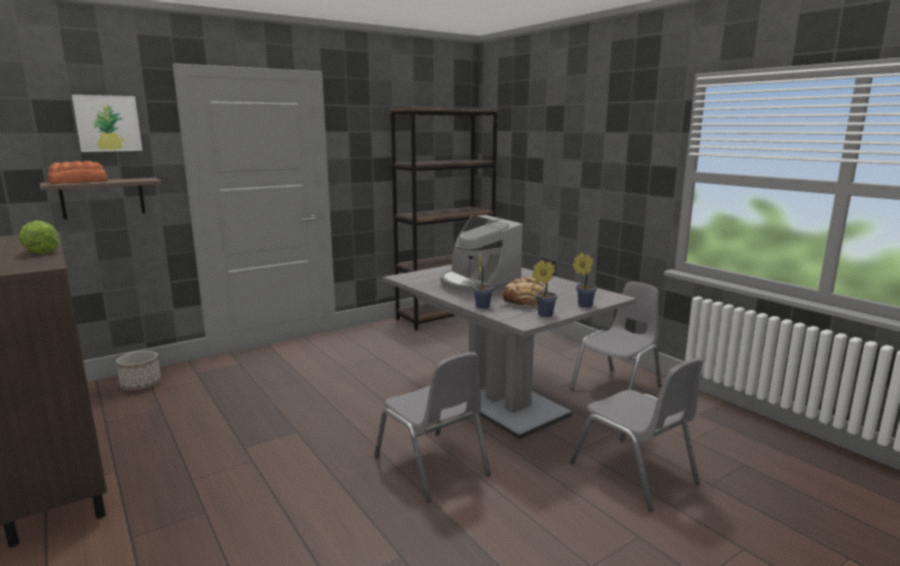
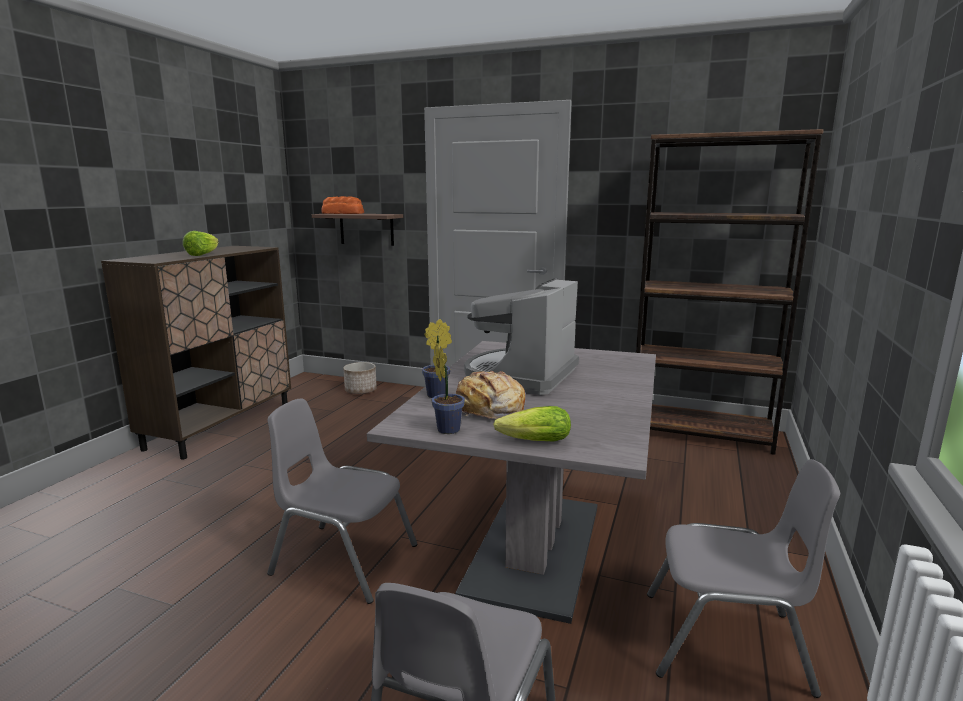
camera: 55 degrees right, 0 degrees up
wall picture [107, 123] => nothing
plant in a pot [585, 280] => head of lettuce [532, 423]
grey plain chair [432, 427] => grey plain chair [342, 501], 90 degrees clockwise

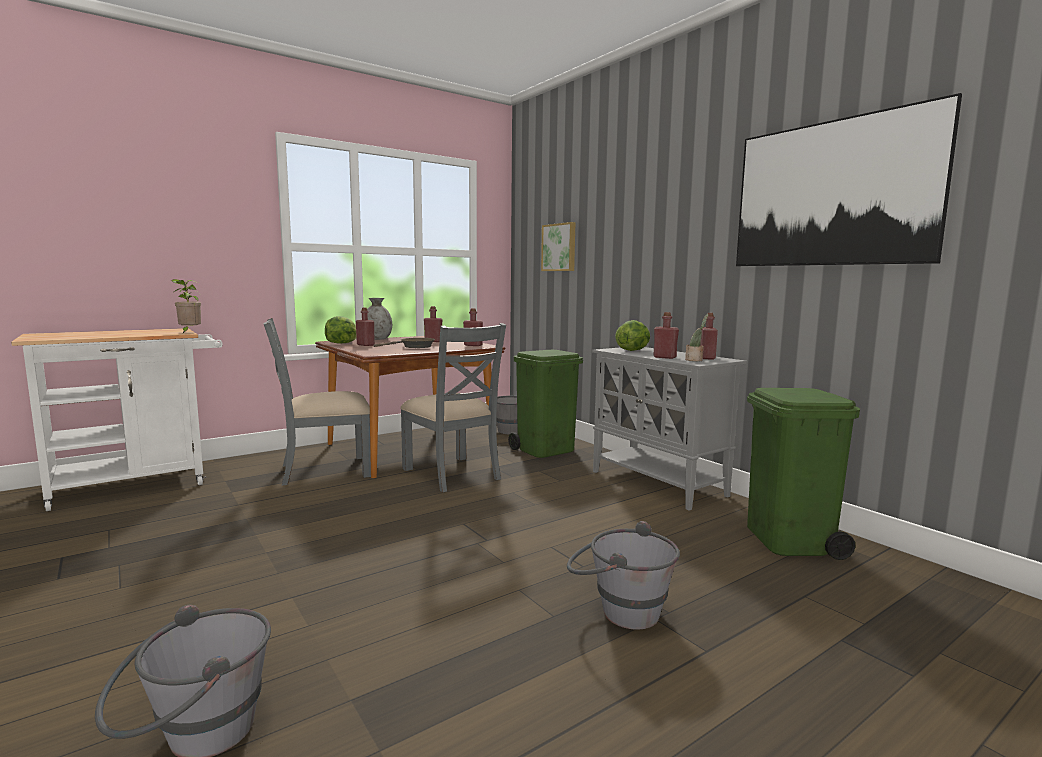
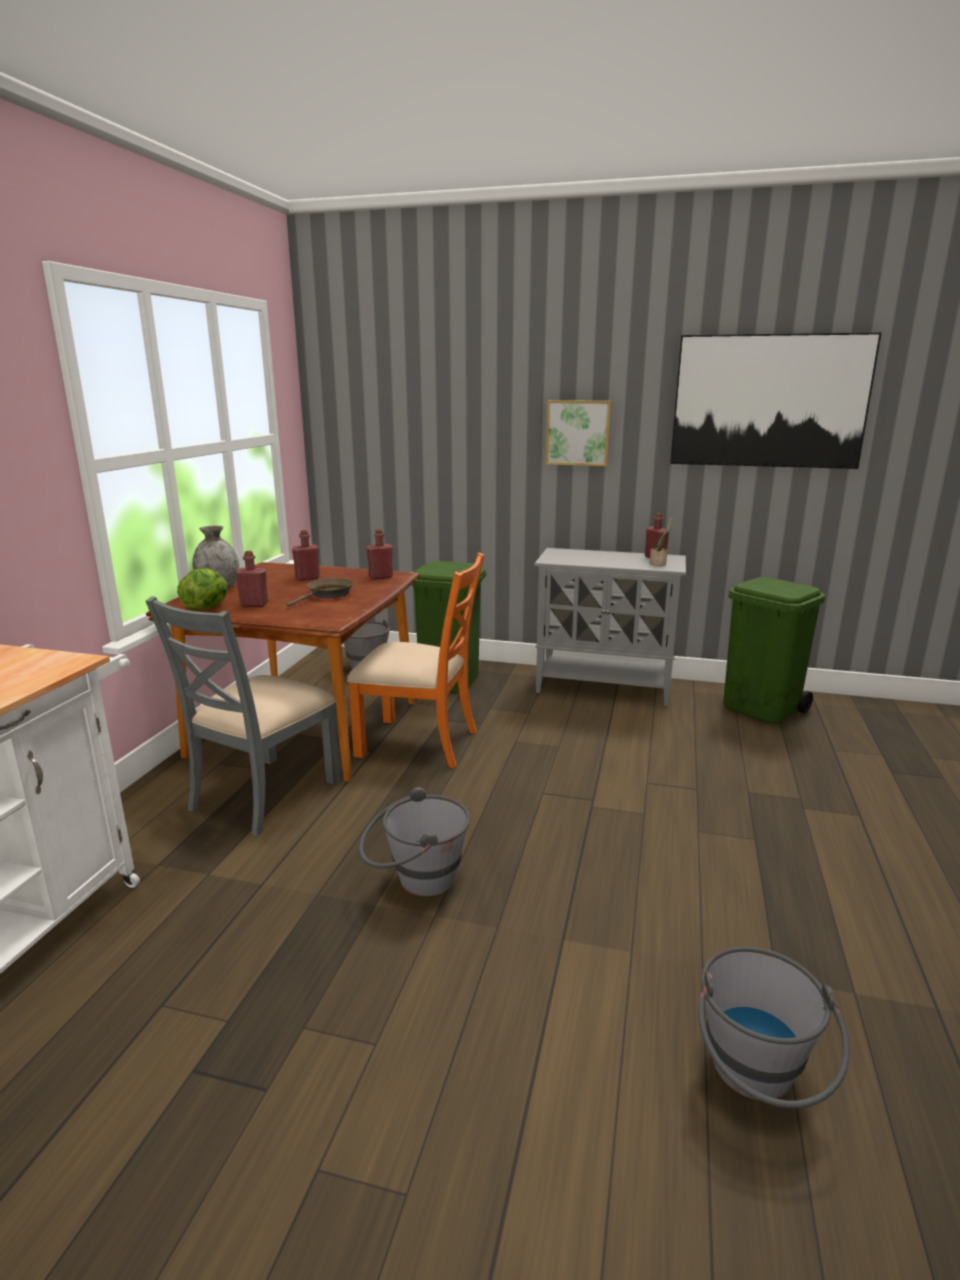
camera: 40 degrees left, 10 degrees up
plant in a pot [186, 306] => nothing
head of lettuce [632, 335] => nothing
red-coloured beverage bottle [666, 335] => nothing
wall picture [558, 246] => wall picture [578, 433], moved
grey bucket [623, 575] => grey bucket [414, 842], moved
grey plain chair [453, 407] => orangey plain chair [416, 660]

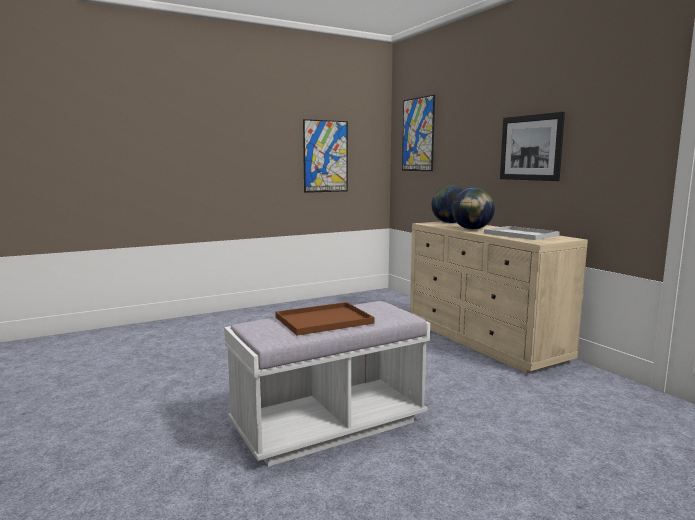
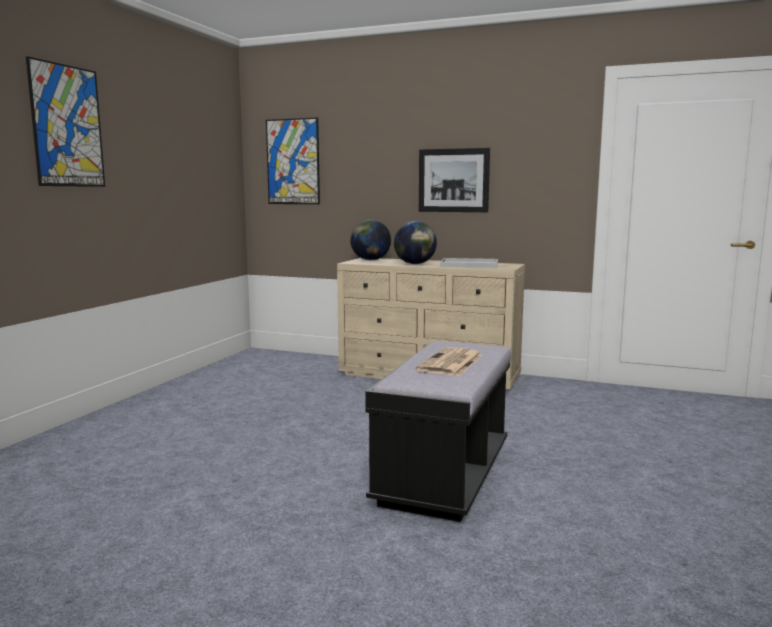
camera: 40 degrees left, 0 degrees up
wall picture [325, 156] => wall picture [65, 121], moved
brownish serving tray [325, 319] => printed paper [449, 361]
whitish long seat [327, 384] => black-coloured long seat [438, 431]

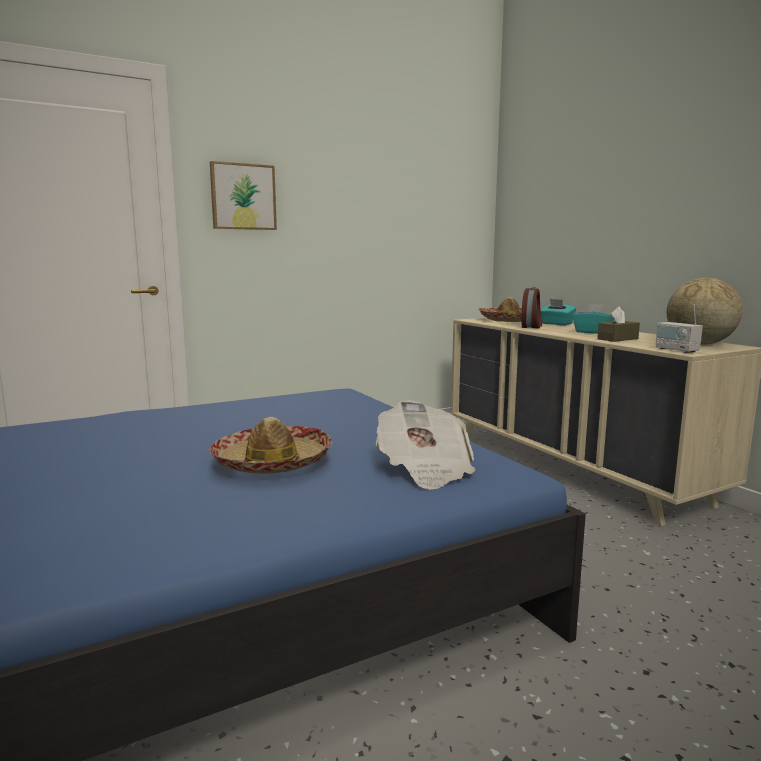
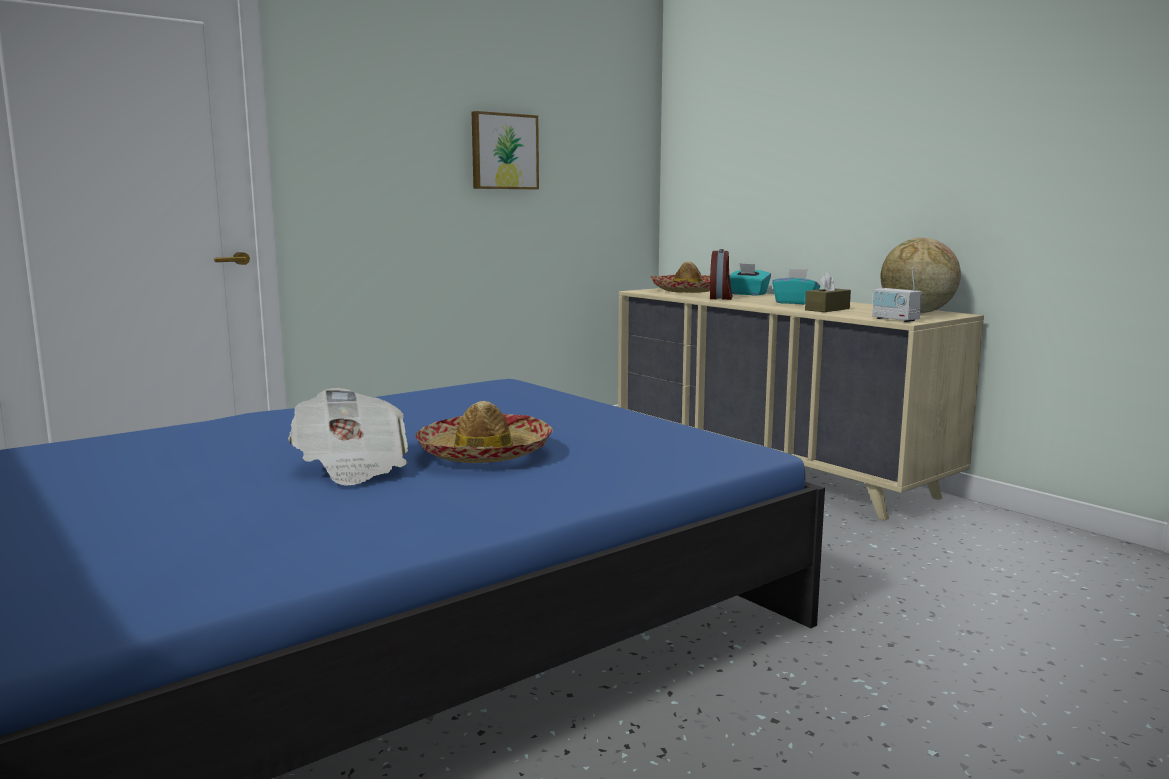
camera: 10 degrees left, 0 degrees up
wall picture [243, 195] => wall picture [505, 150], moved
printed paper [425, 445] => printed paper [348, 437], moved

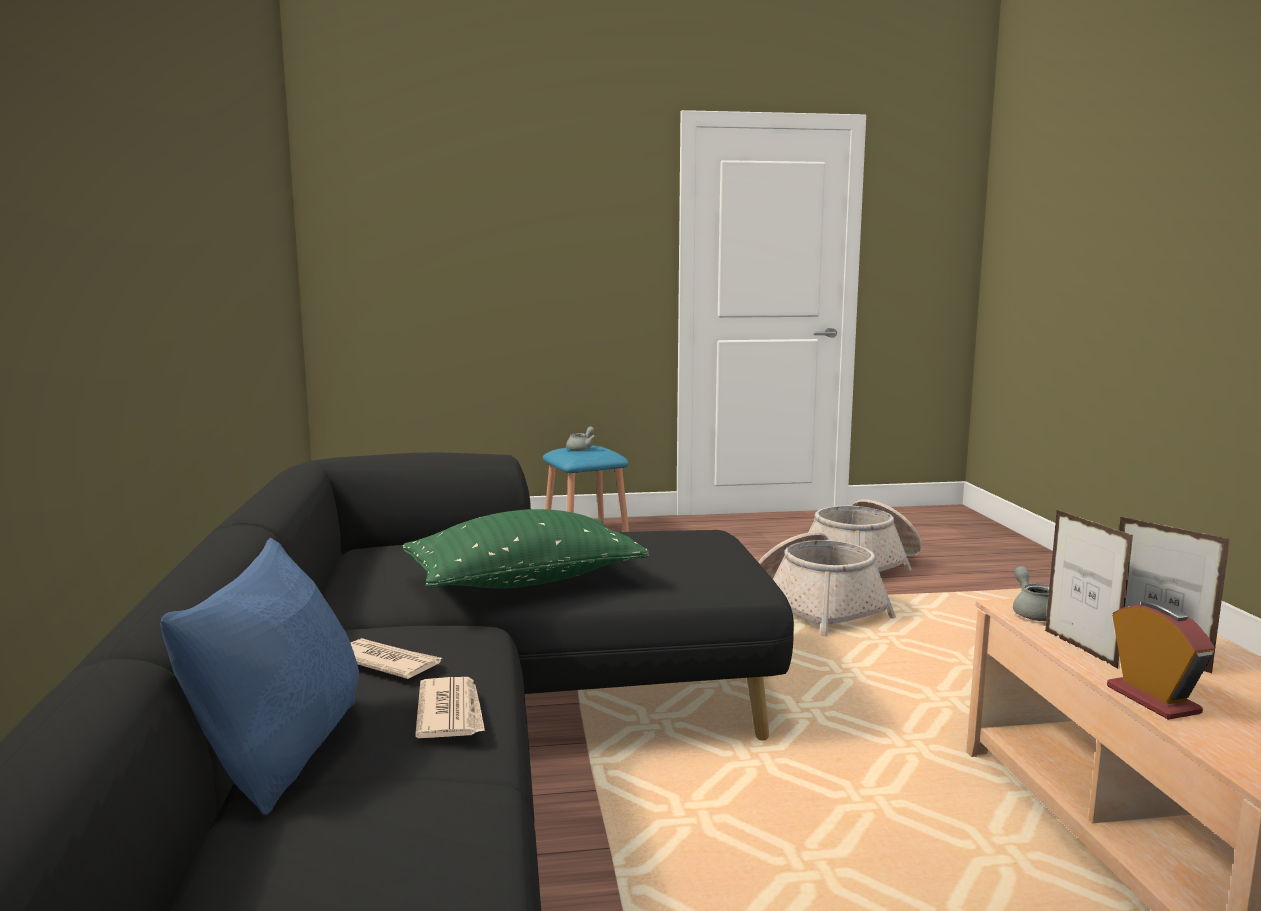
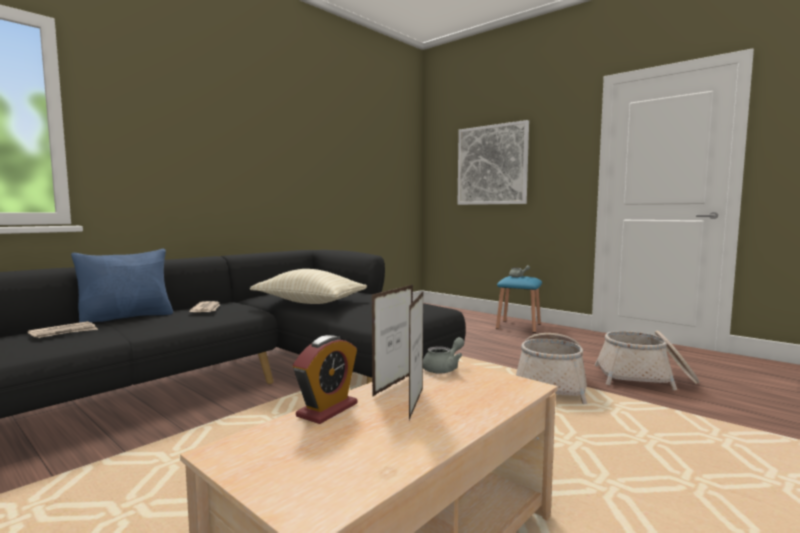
camera: 50 degrees right, 5 degrees down
nothing => wall picture [493, 162]
printed paper [450, 707] => printed paper [63, 329], moved
green throw pillow [526, 548] => beige-coloured throw pillow [308, 286]

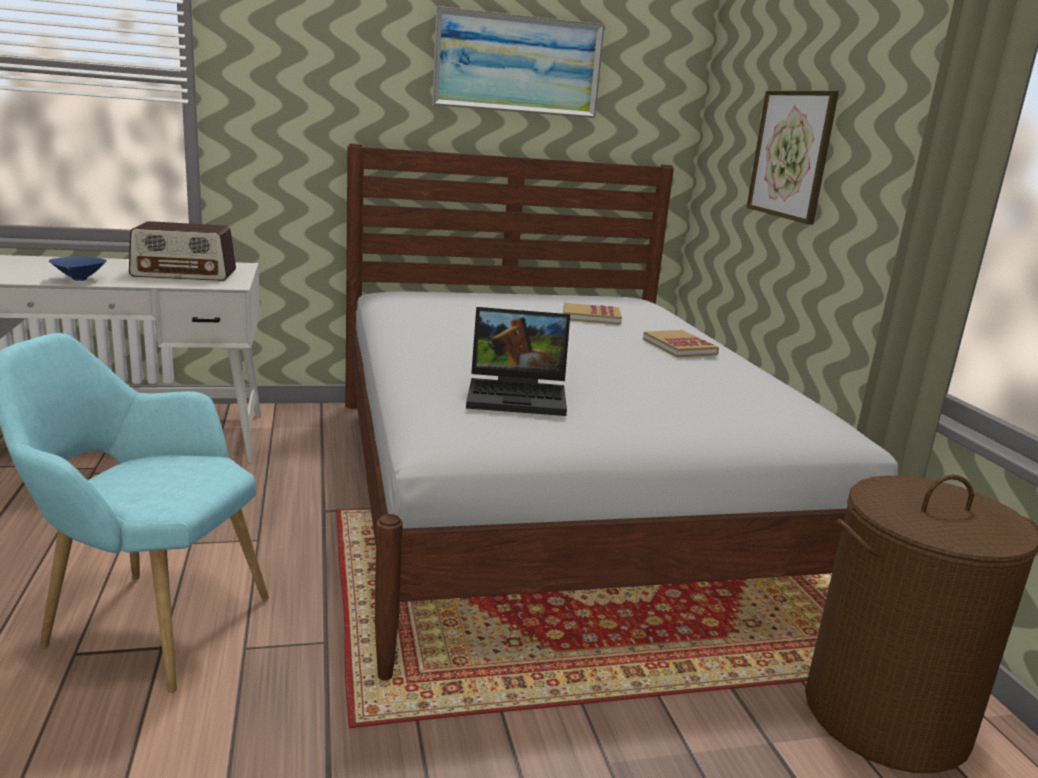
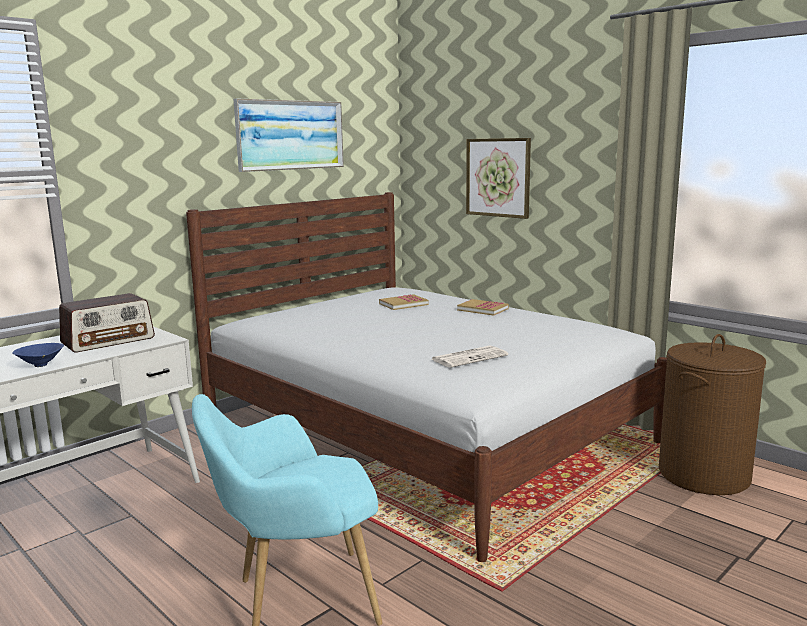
camera: 30 degrees left, 5 degrees down
laptop [518, 361] => printed paper [469, 356]

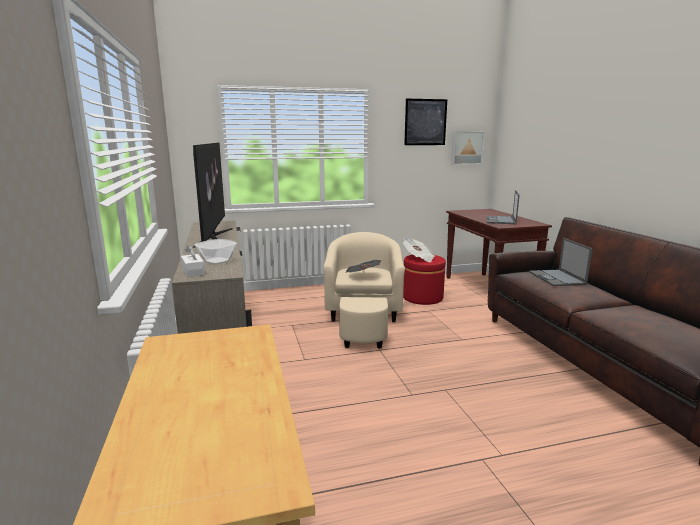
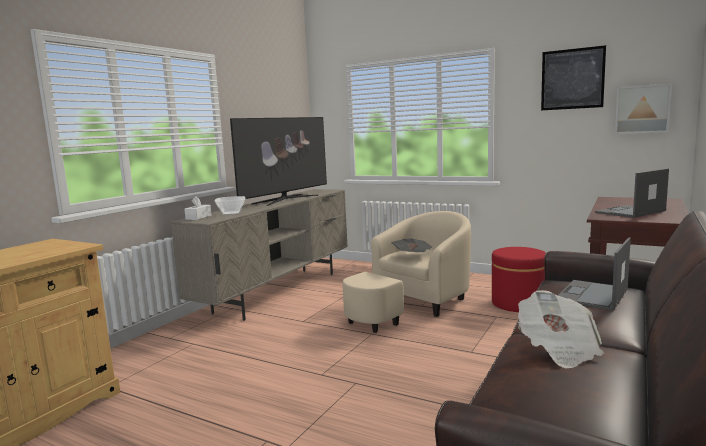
camera: 45 degrees right, 5 degrees down
printed paper [419, 250] => printed paper [561, 329], moved

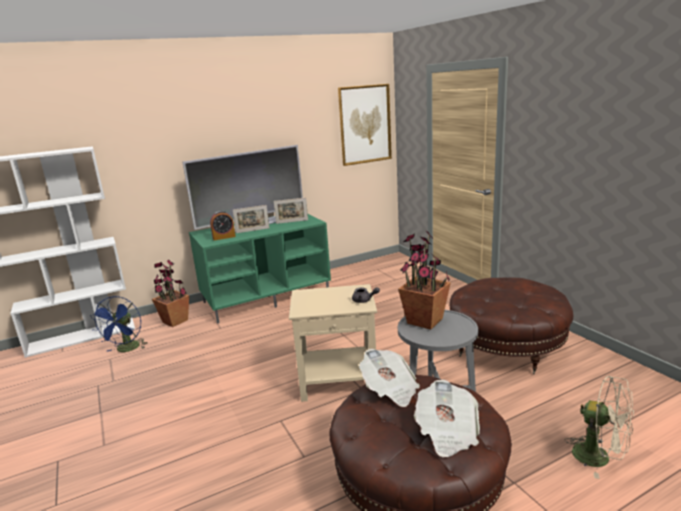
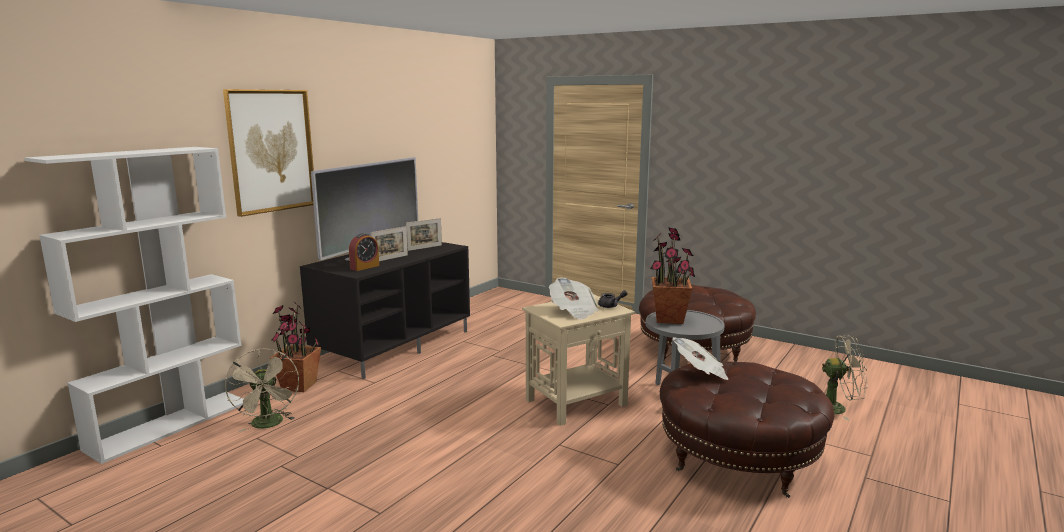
camera: 30 degrees left, 5 degrees down
wall picture [365, 125] => wall picture [268, 153], moved
printed paper [447, 419] => printed paper [574, 298], moved
blue cooling fan [118, 324] => beige-coloured cooling fan [262, 390]
green tv unit [260, 268] => black-coloured tv unit [385, 310]

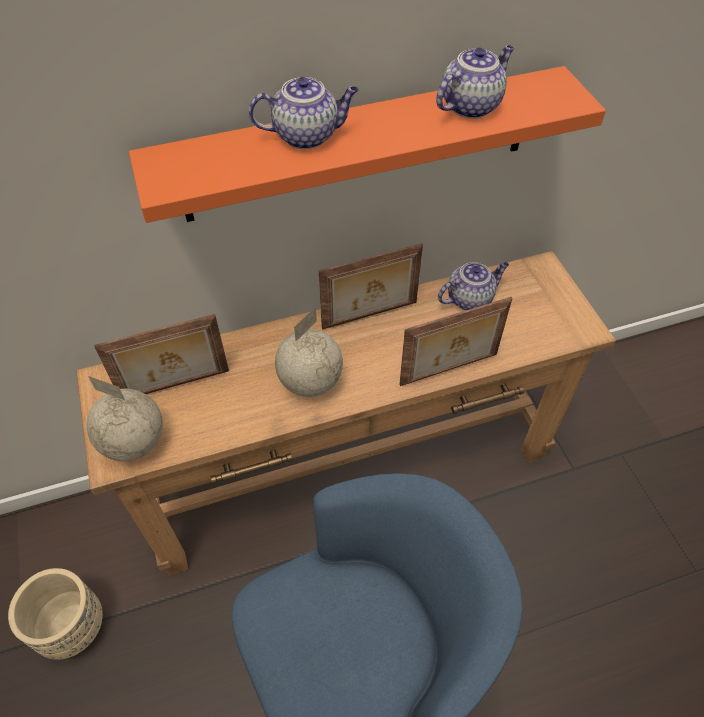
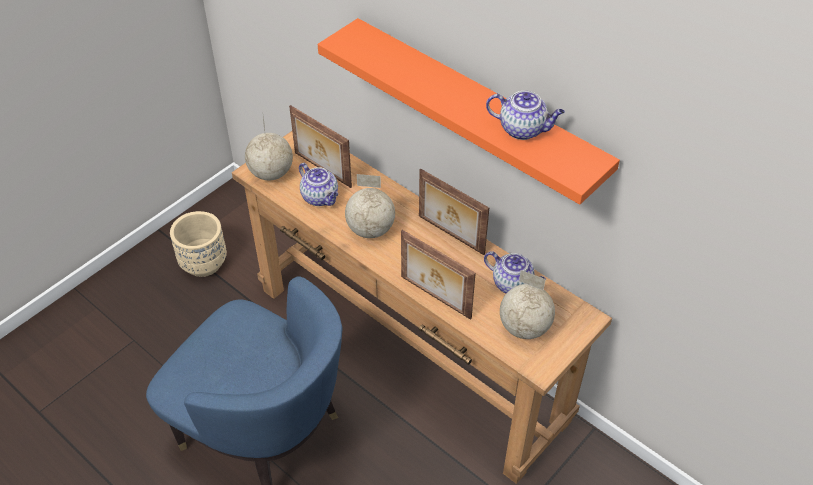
camera: 60 degrees right, 5 degrees down
nothing => globe [527, 304]
tea pot [304, 113] => tea pot [318, 184], moved

